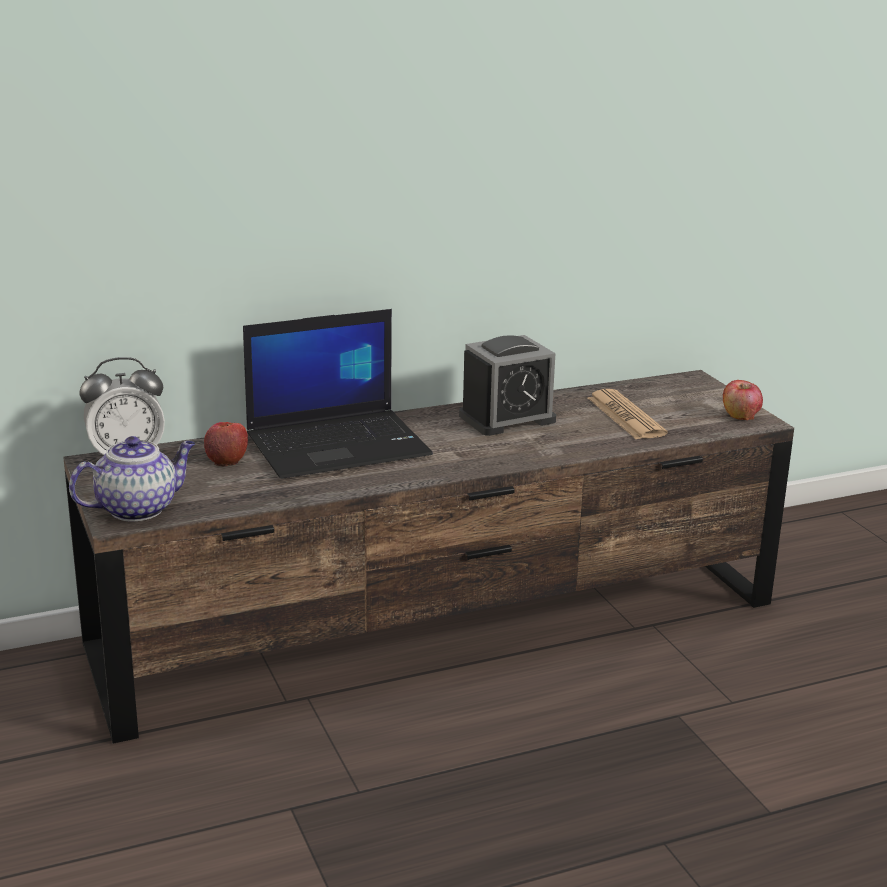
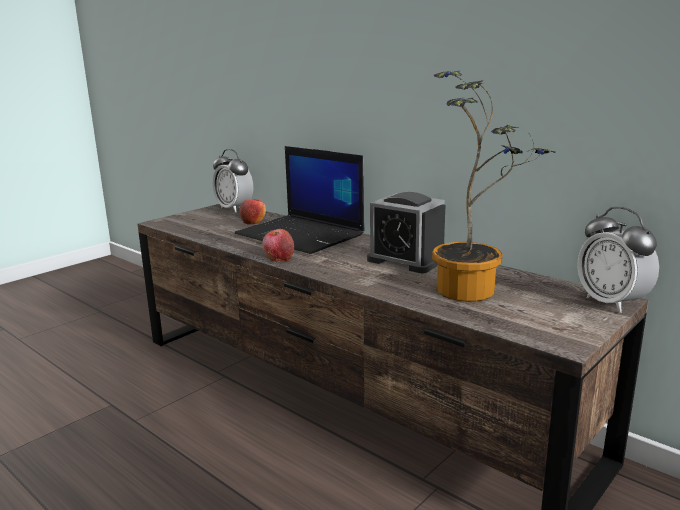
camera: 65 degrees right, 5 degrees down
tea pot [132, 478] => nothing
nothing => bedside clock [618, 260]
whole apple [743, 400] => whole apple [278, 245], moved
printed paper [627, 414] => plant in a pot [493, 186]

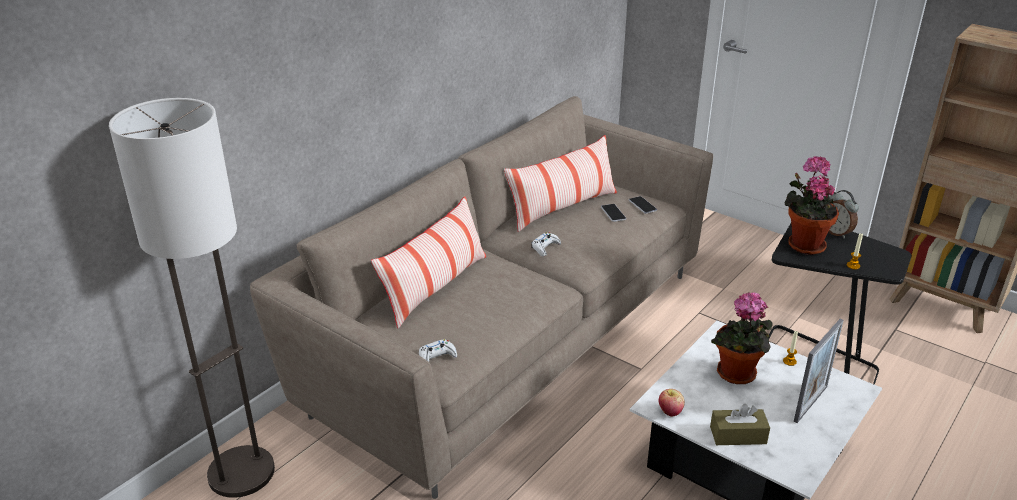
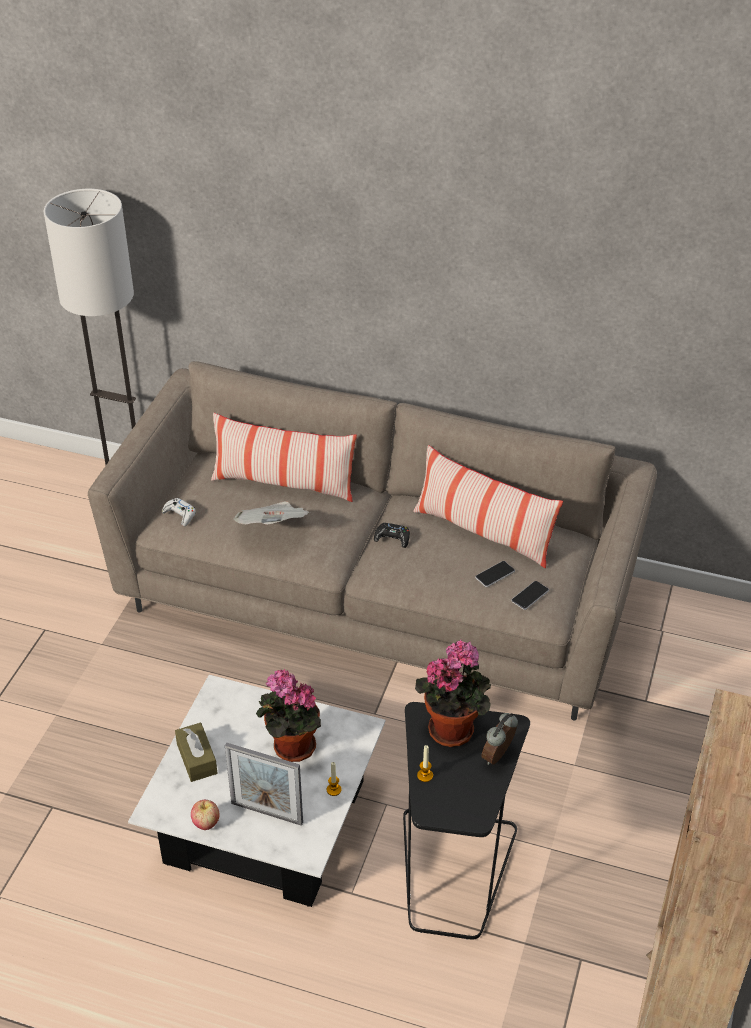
camera: 70 degrees right, 10 degrees up
nothing => printed paper [271, 513]
whole apple [672, 403] => whole apple [205, 815], moved
whitish game controller [546, 244] => black-coloured game controller [392, 535]

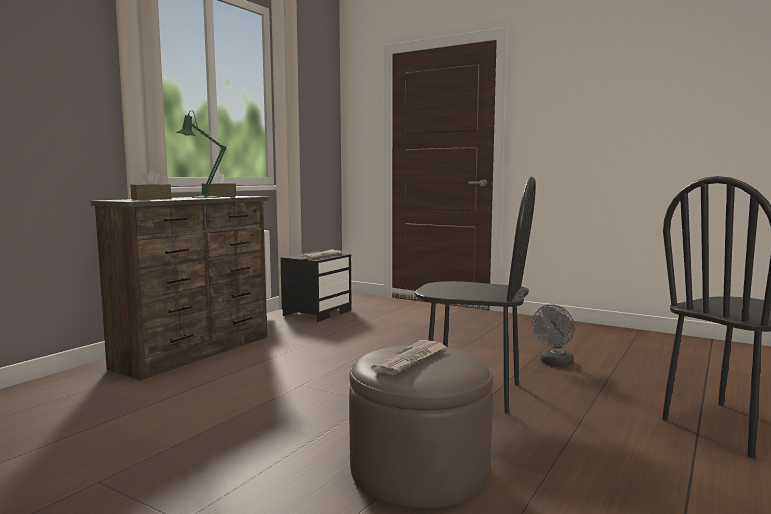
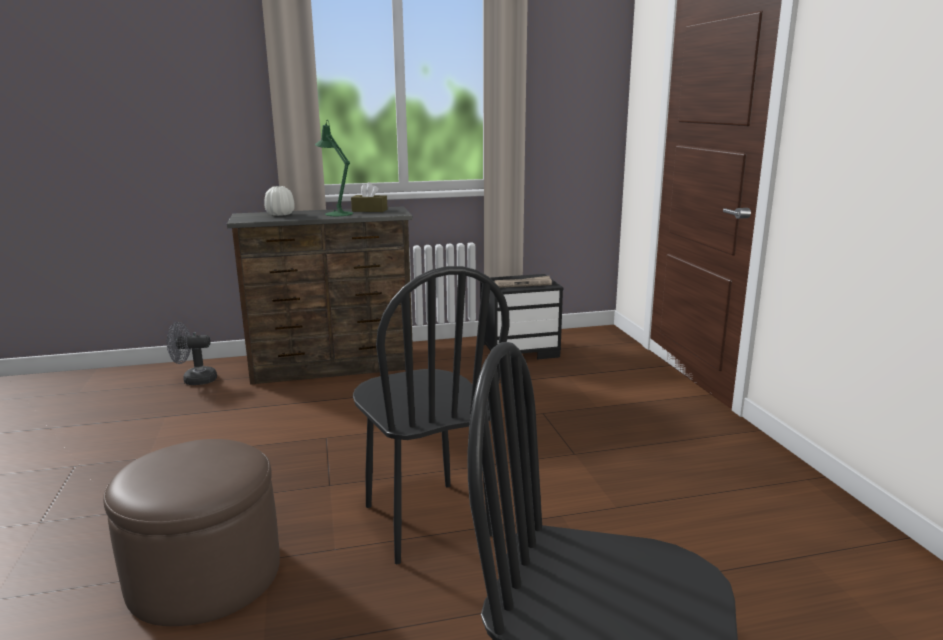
camera: 45 degrees right, 10 degrees up
printed paper [409, 357] => nothing
grey cooling fan [553, 336] => grey cooling fan [192, 353], moved
brownish tissue holder [150, 185] => whitish vase [279, 201]

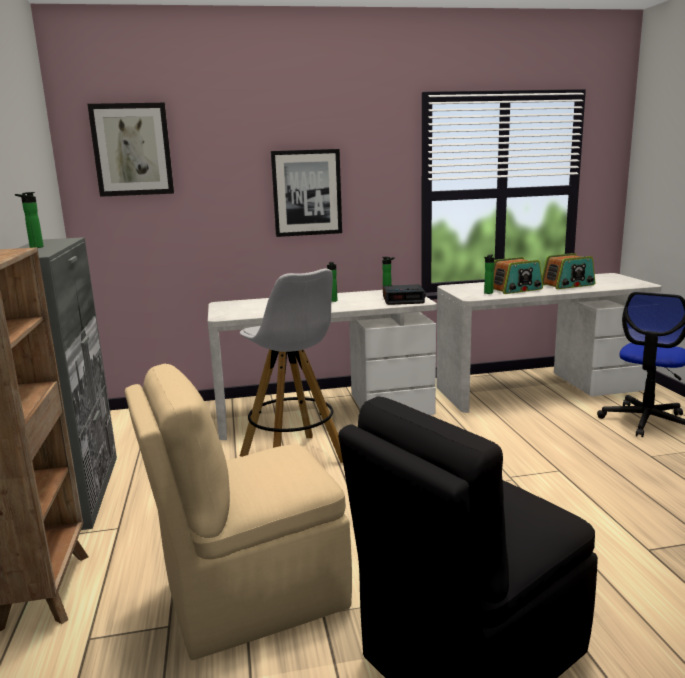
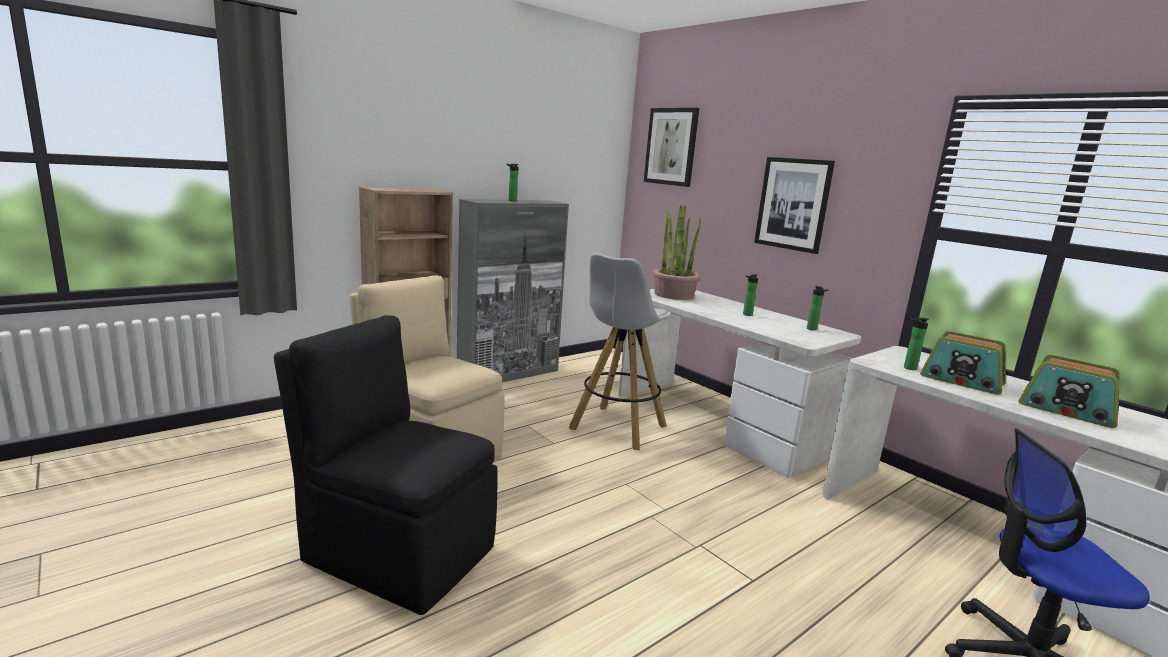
camera: 60 degrees right, 0 degrees up
bedside clock [404, 294] => nothing
nothing => plant in a pot [677, 252]

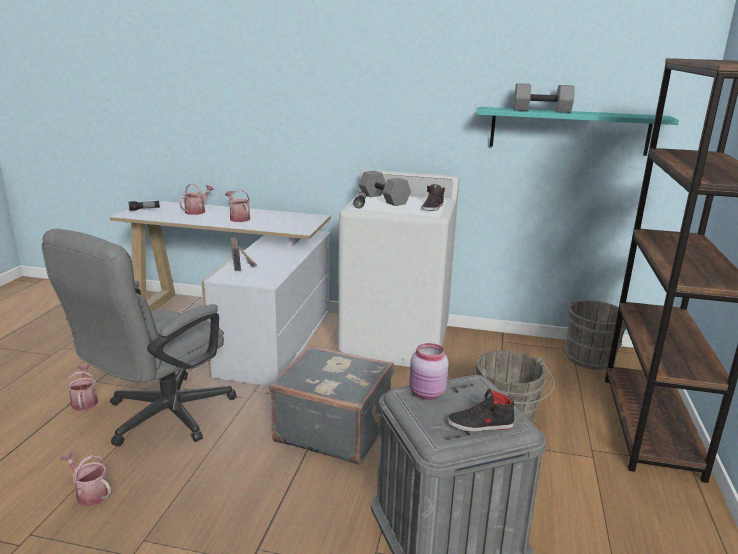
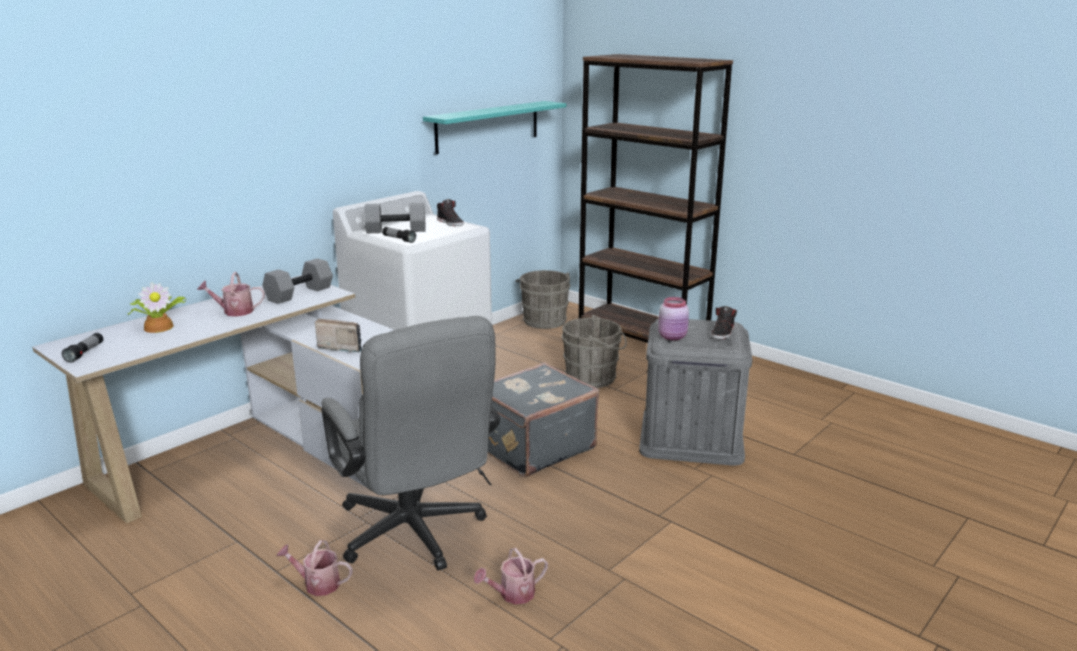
camera: 60 degrees left, 0 degrees up
grey dumbbell [544, 98] => grey dumbbell [297, 281], moved
sprinkling can [196, 199] => plant in a pot [157, 307]

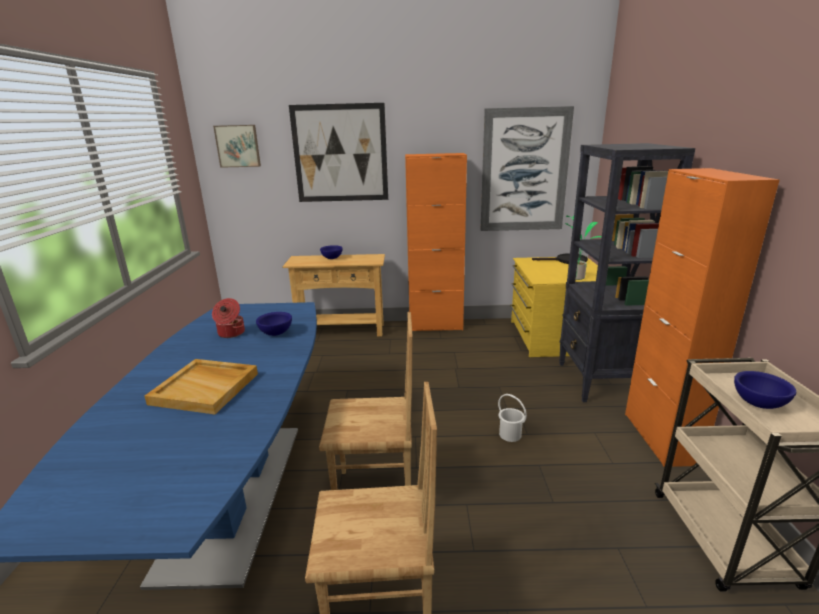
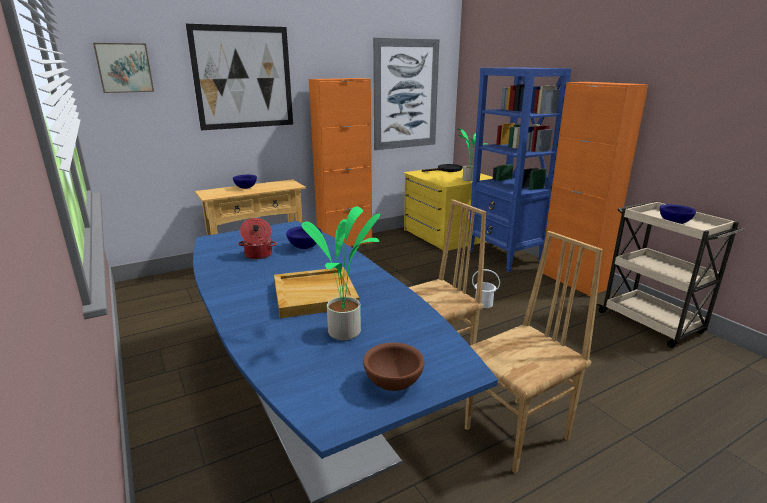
camera: 30 degrees left, 0 degrees up
nothing => plant in a pot [341, 273]
nothing => brownish serving bowl [394, 367]
black-coloured bookcase [627, 272] => blue bookcase [520, 170]

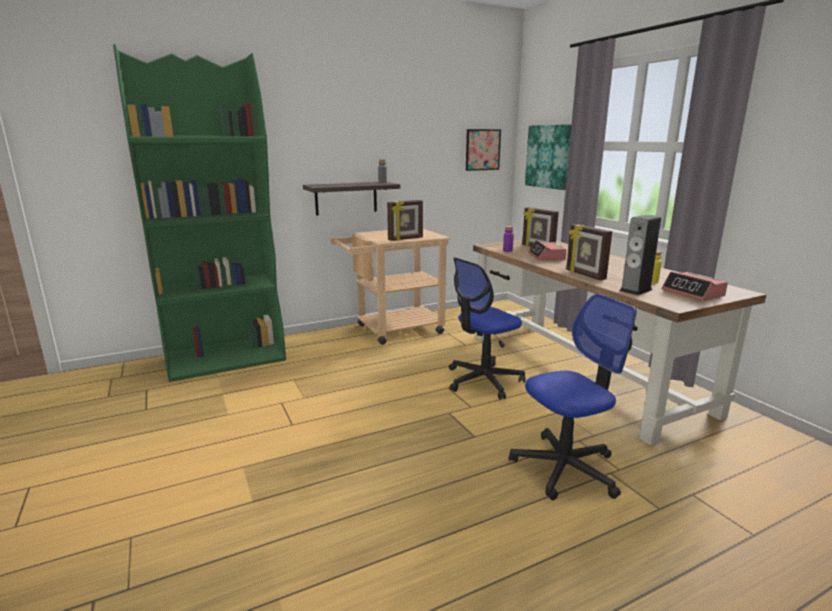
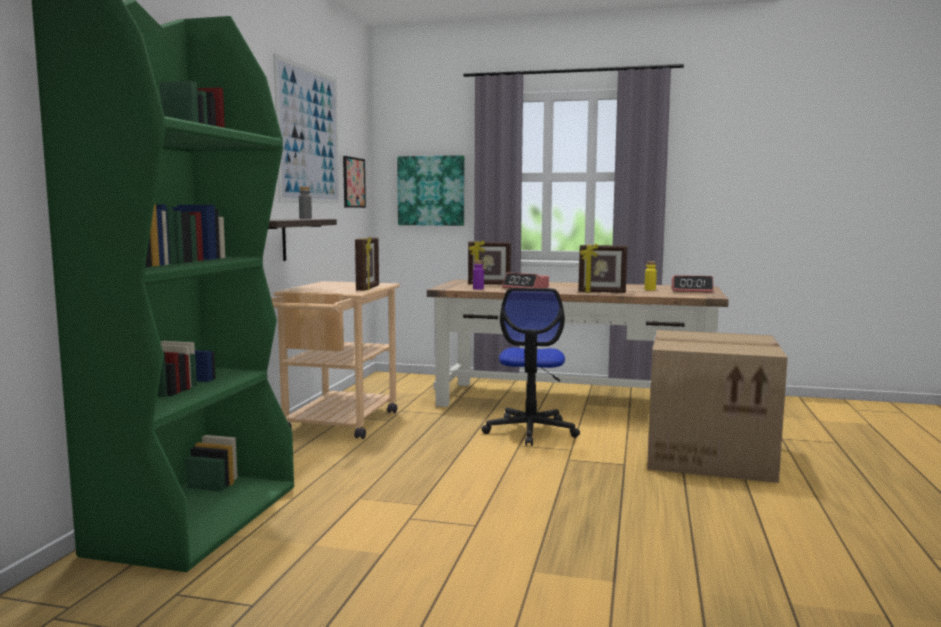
camera: 50 degrees left, 10 degrees down
speaker [640, 255] => nothing
nothing => wall picture [306, 128]
office chair [572, 397] => cardboard box [717, 406]

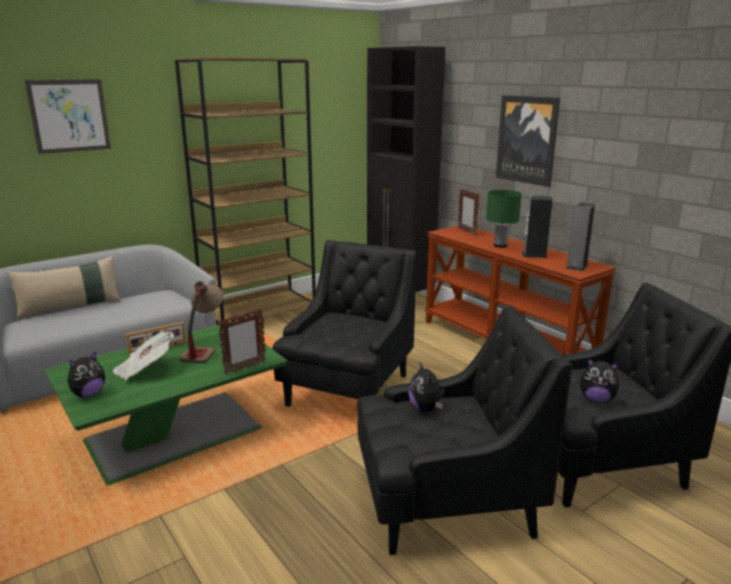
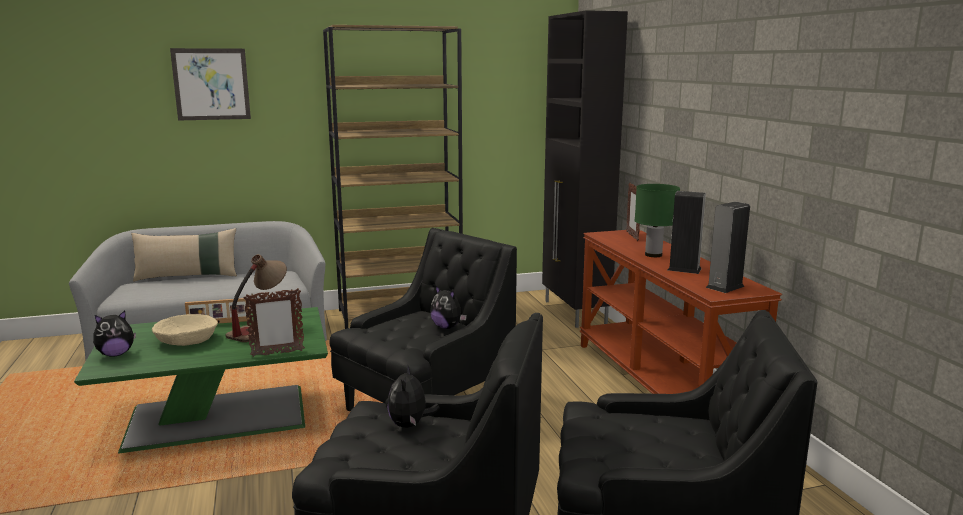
camera: 20 degrees right, 5 degrees down
wall picture [528, 141] => nothing
cuddly toy [601, 380] => cuddly toy [448, 307], moved
printed paper [143, 356] => beige-coloured serving bowl [185, 330]

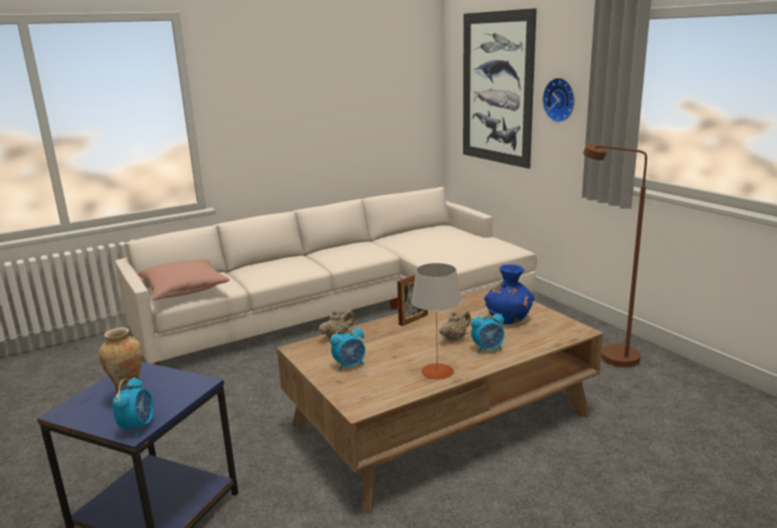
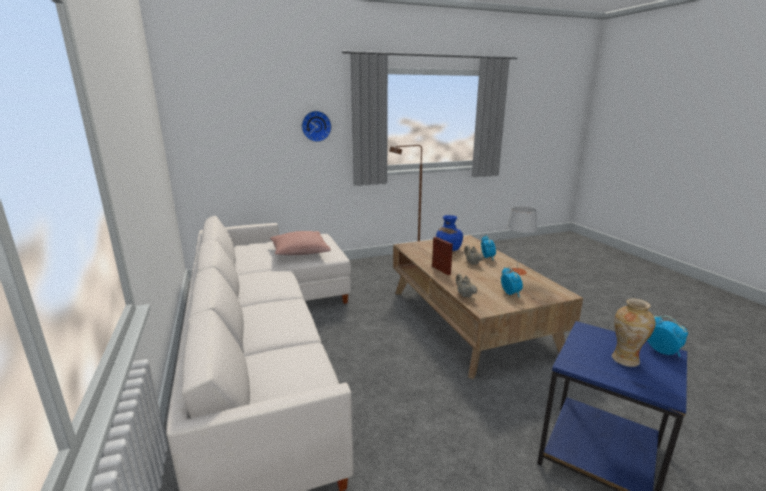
camera: 80 degrees left, 0 degrees up
wall picture [500, 88] => nothing
pink throw pillow [183, 280] => pink throw pillow [300, 243], moved
bedside clock [133, 407] => bedside clock [667, 336], 45 degrees clockwise

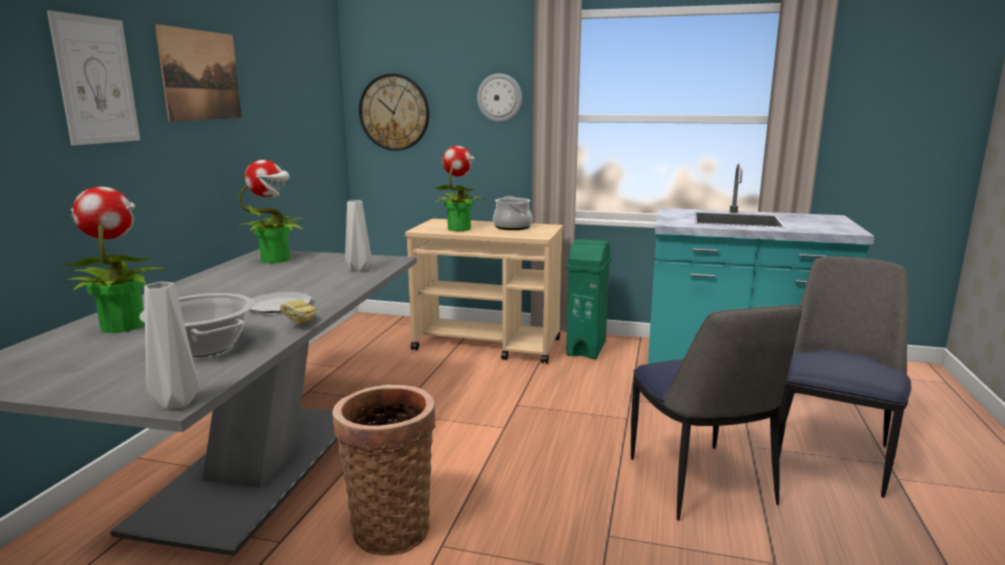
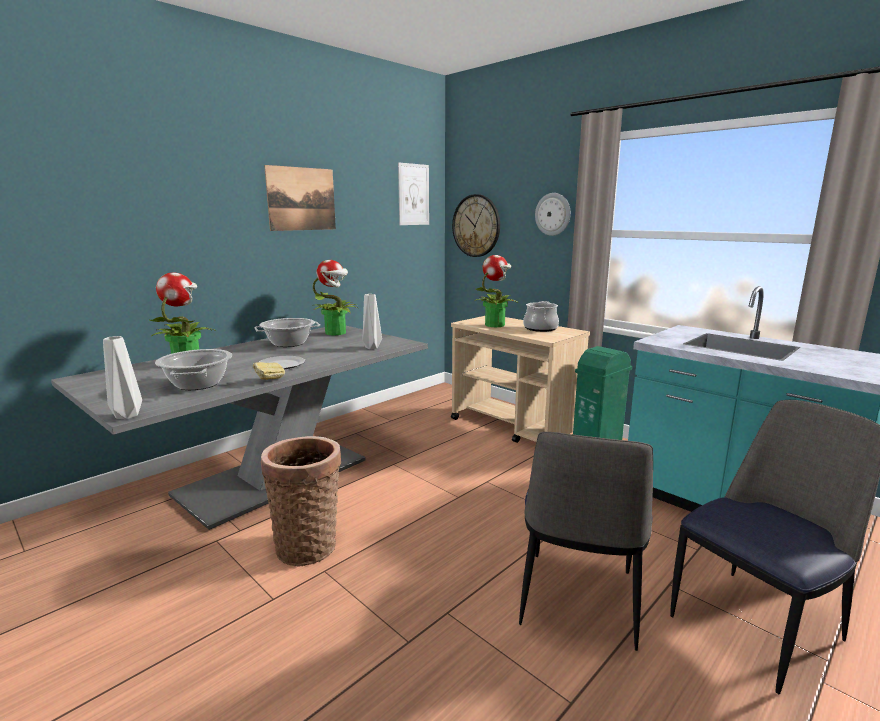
camera: 30 degrees right, 0 degrees up
nothing => saucepot [287, 332]
wall picture [93, 77] => wall picture [413, 194], moved

